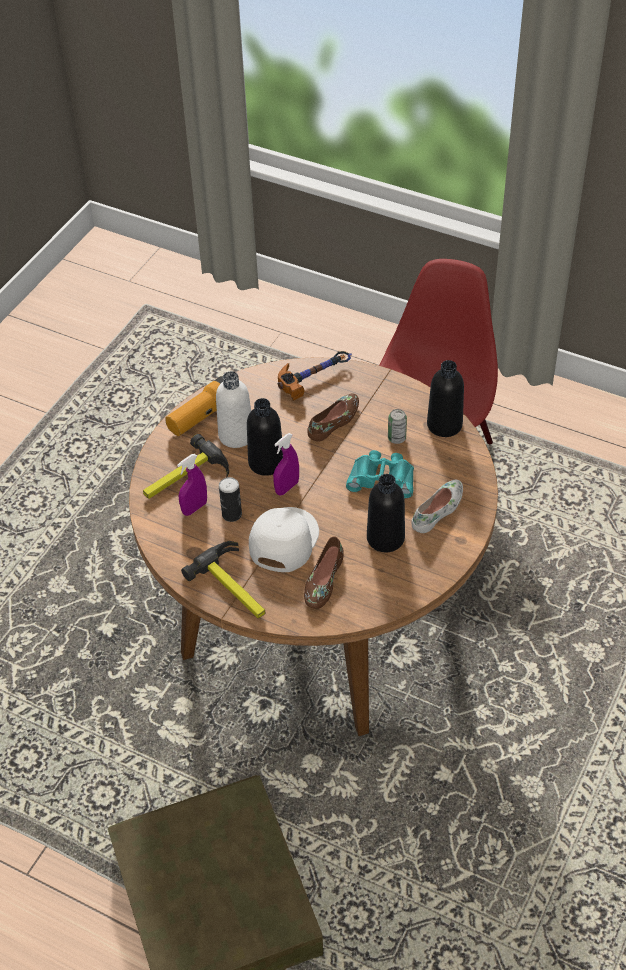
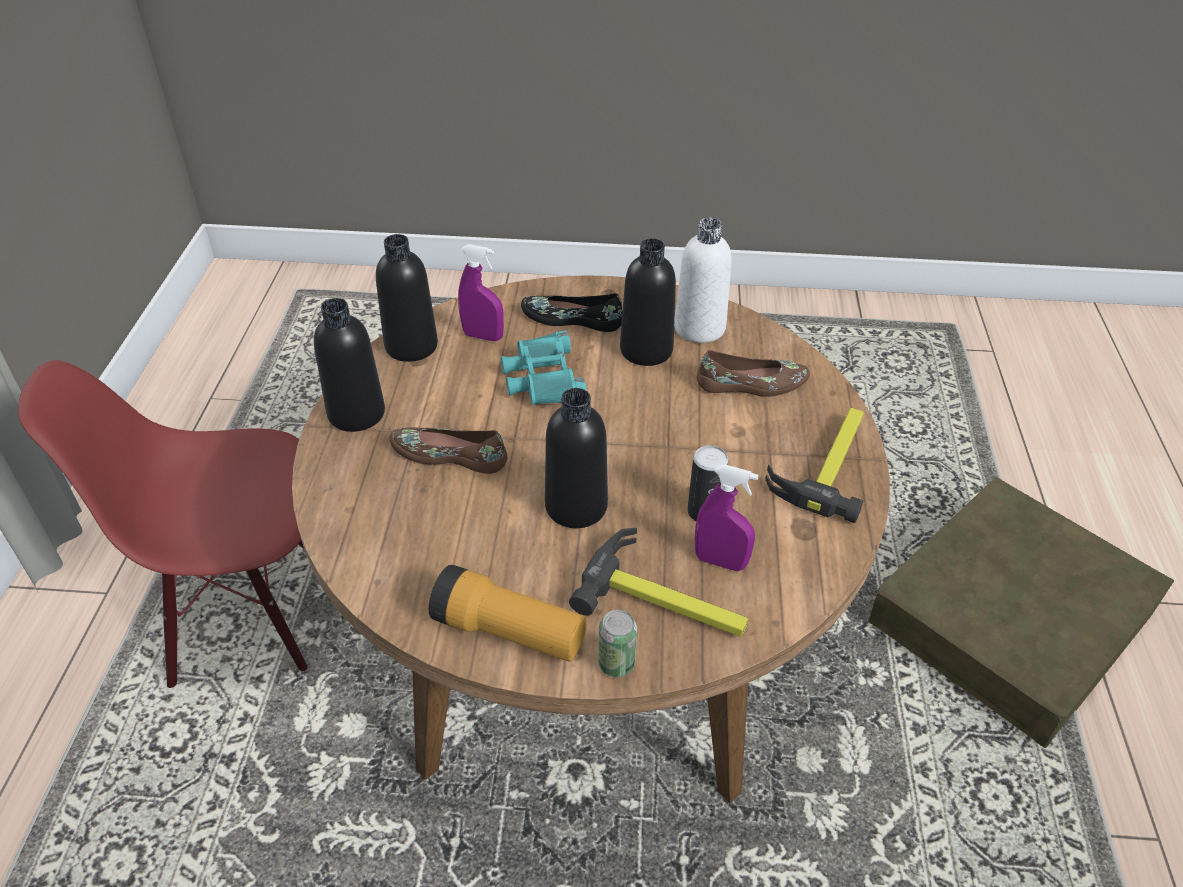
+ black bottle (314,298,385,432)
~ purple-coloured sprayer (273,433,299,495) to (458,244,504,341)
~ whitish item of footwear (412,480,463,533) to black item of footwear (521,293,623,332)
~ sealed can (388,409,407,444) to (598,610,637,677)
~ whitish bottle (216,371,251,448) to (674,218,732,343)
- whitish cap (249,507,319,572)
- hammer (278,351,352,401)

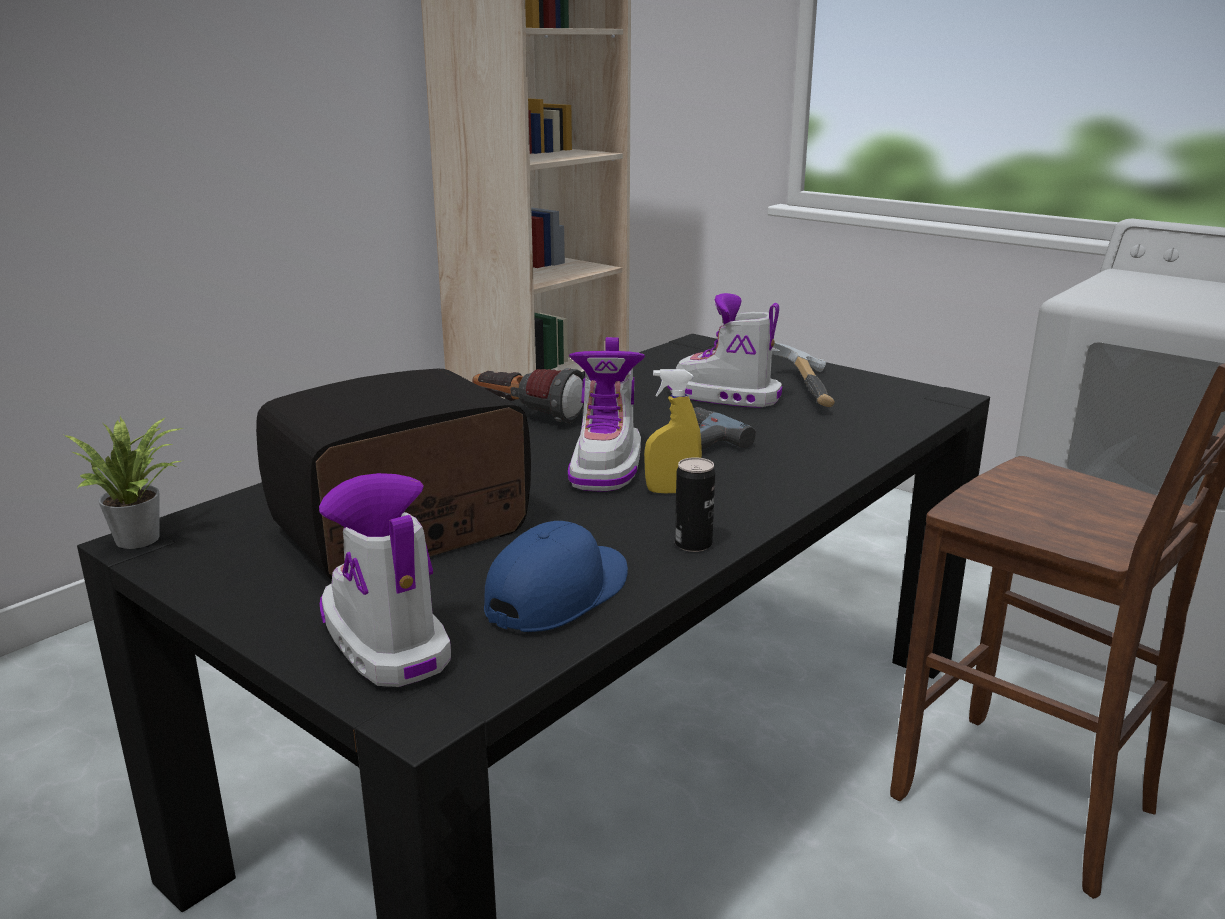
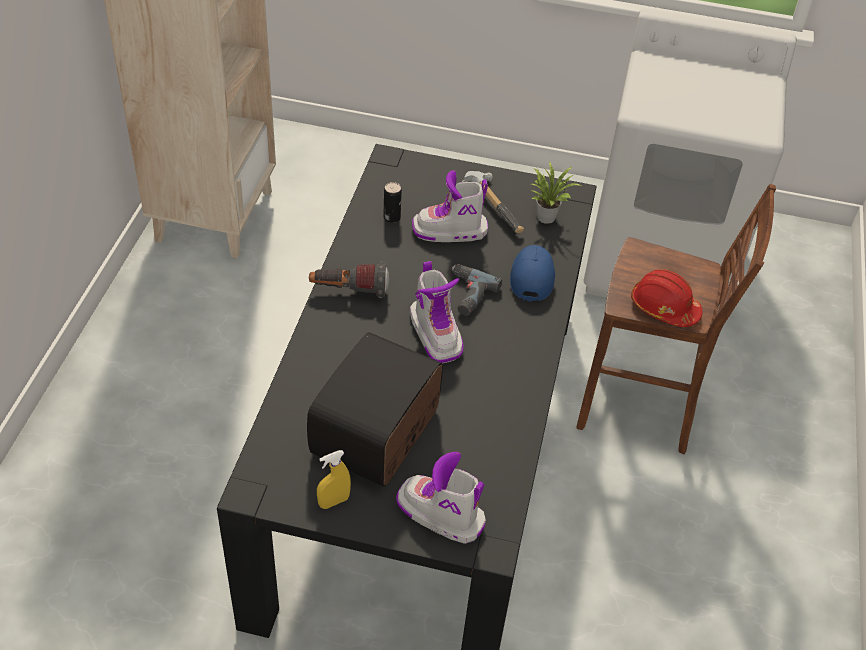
~ yellowish sprayer (644,369,702,493) to (317,450,351,509)
~ sealed can (675,457,715,552) to (383,182,402,223)
~ blue cap (484,521,628,632) to (510,245,555,301)
~ houseplant (64,417,183,549) to (531,161,580,224)
+ red safety helmet (631,269,702,327)

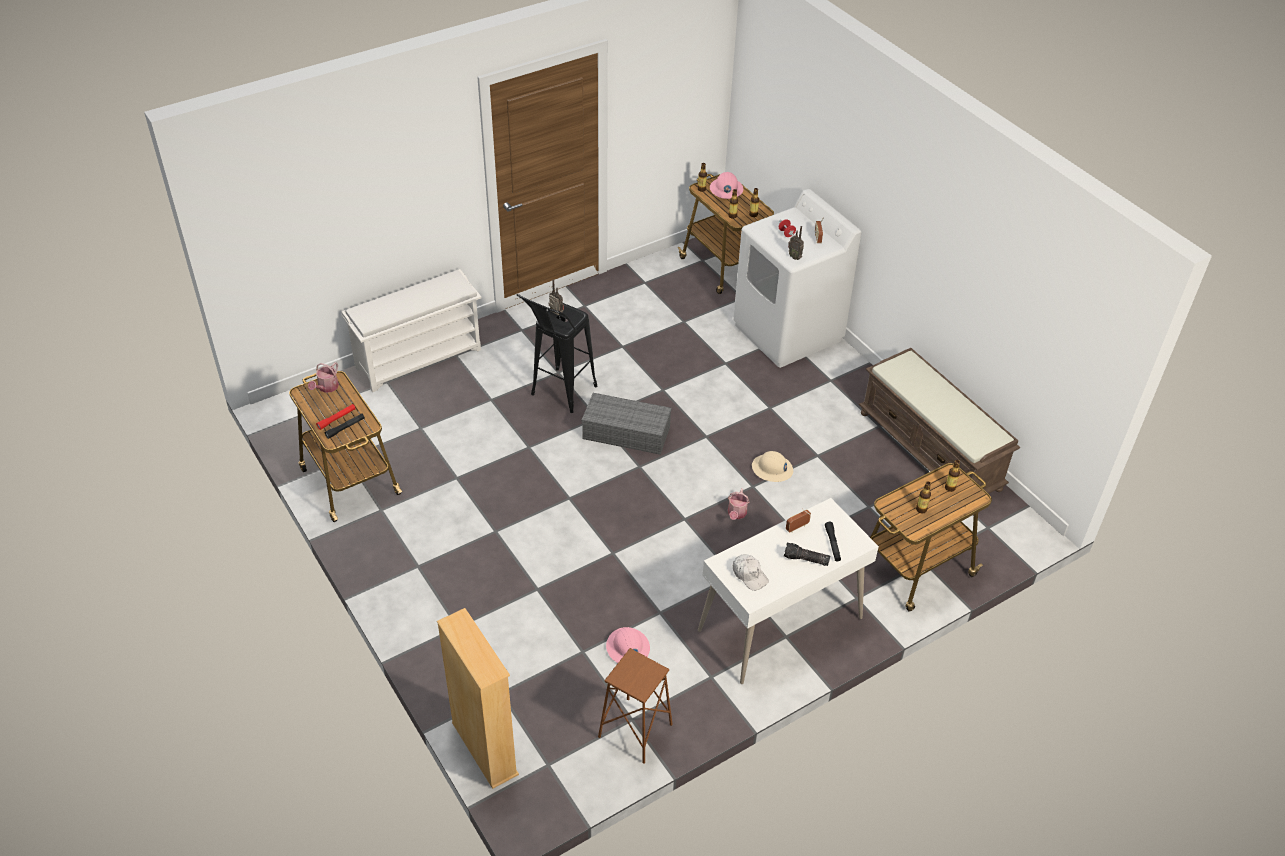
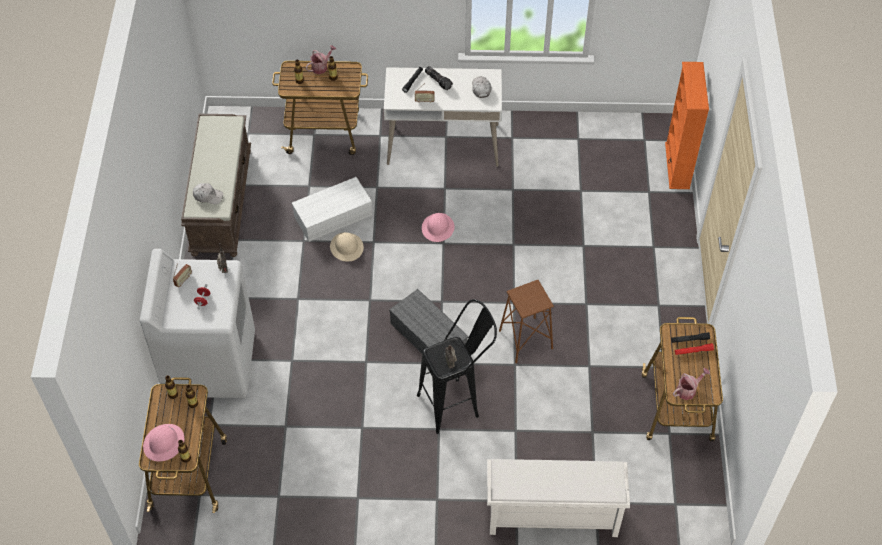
+ whitish cap (193,183,223,204)
+ whitish storage box (292,177,372,242)
~ sprinkling can (728,488,749,520) to (306,45,336,74)
~ pinkish safety helmet (606,627,650,663) to (422,213,455,242)
~ brown-coloured stool (598,648,673,764) to (499,280,554,363)
~ beige-coloured bookshelf (437,608,519,789) to orange-coloured bookshelf (665,62,709,189)

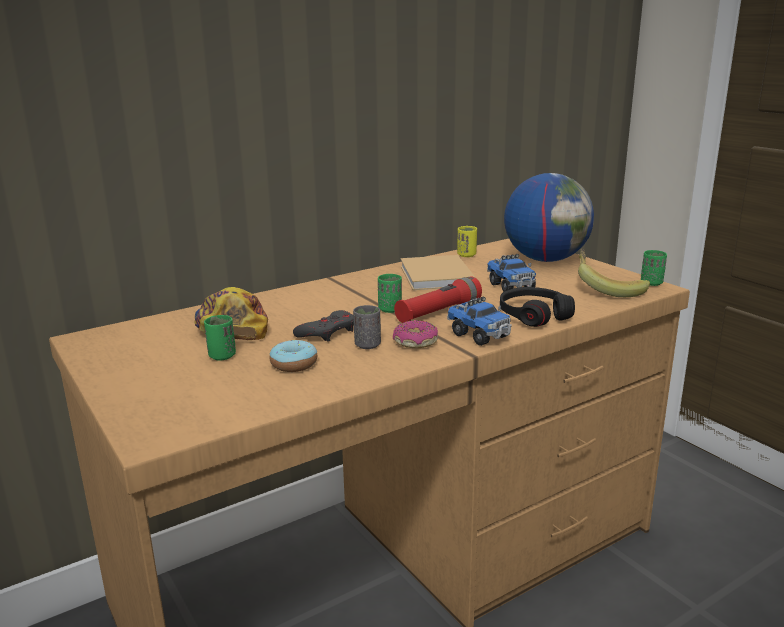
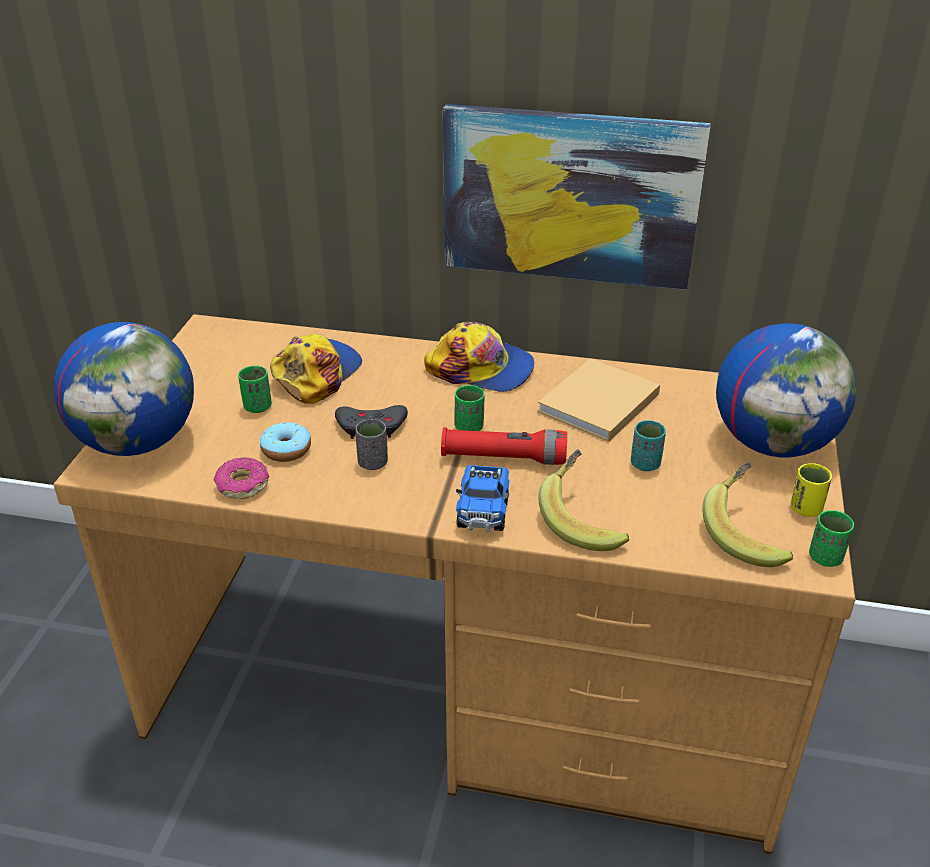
+ globe (53,322,194,456)
~ doughnut (393,320,438,348) to (214,458,269,499)
+ cap (424,322,534,392)
+ wall picture (443,104,711,290)
~ black headphones (500,287,575,327) to whole banana (539,449,629,551)
~ model truck (487,254,536,292) to blue-green cup (631,420,666,471)
~ yellowish cup (457,226,477,257) to (791,463,832,517)

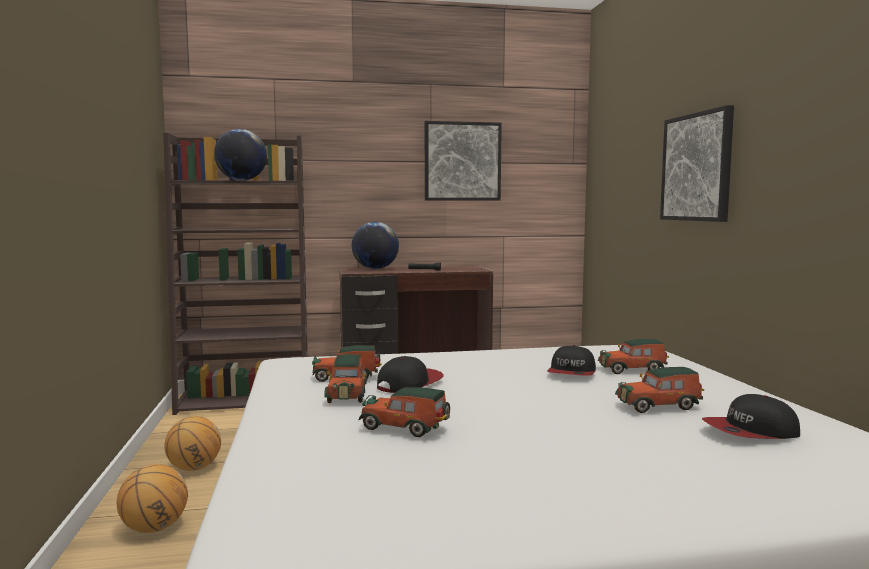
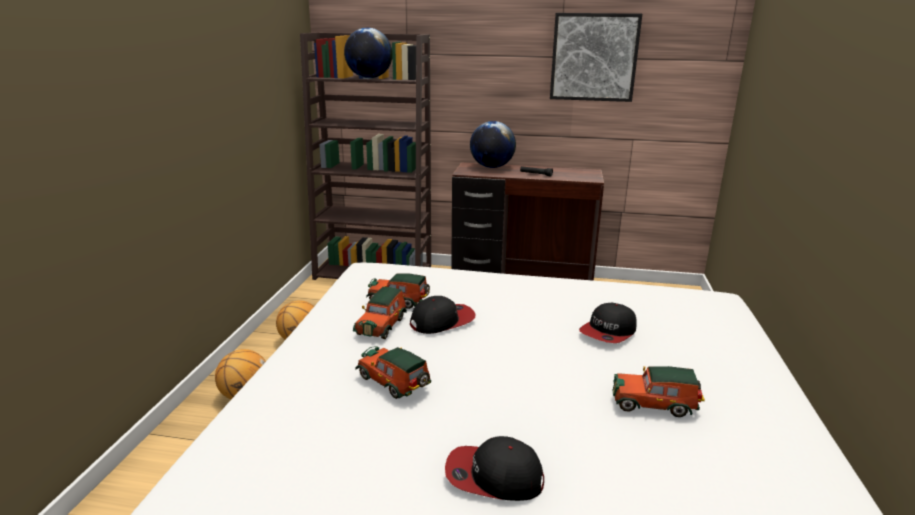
~ cap (702,394,800,439) to (445,436,544,501)
- model car (598,339,669,374)
- wall picture (660,105,734,222)

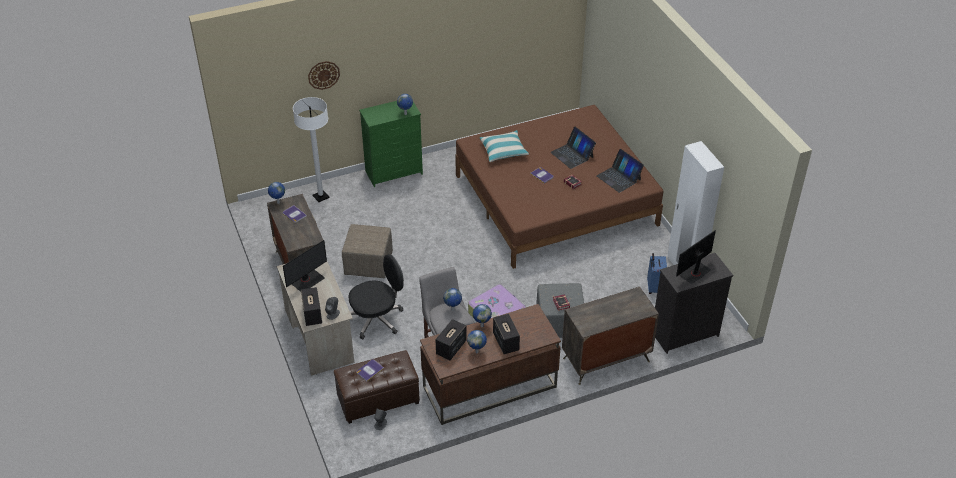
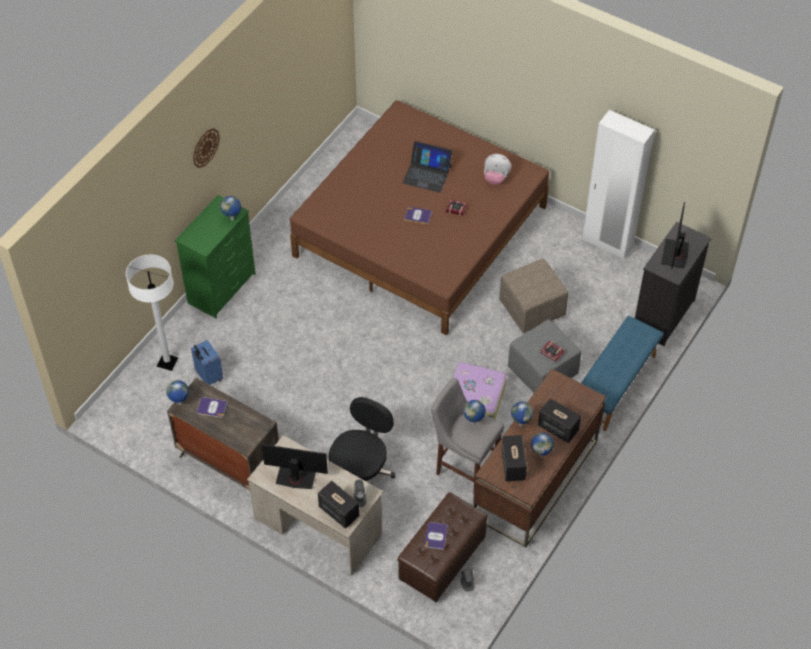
~ blue suitcase (647,253,667,294) to (191,340,223,385)
~ clock on the wall (308,61,340,90) to (193,128,220,168)
~ monitor (283,240,327,292) = (261,444,328,489) 90 degrees counterclockwise
~ notebook computer (597,149,644,193) to soft toy (484,154,511,185)
~ beige-coloured pouffe (342,224,393,279) to (499,259,568,333)
~ dresser (562,287,659,385) to blue long seat (581,316,664,431)
- throw pillow (480,130,529,162)

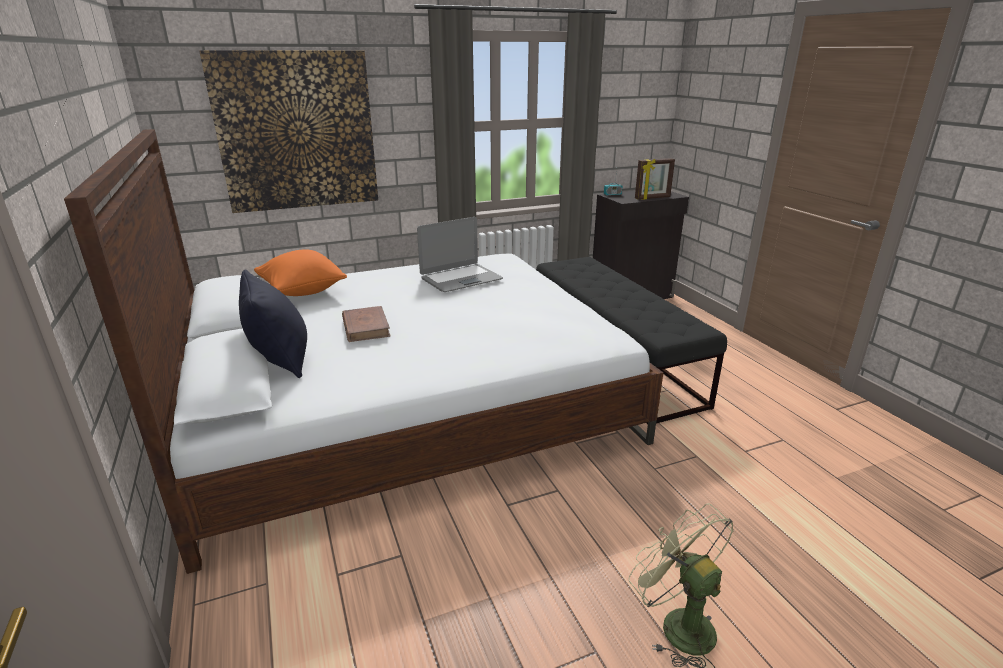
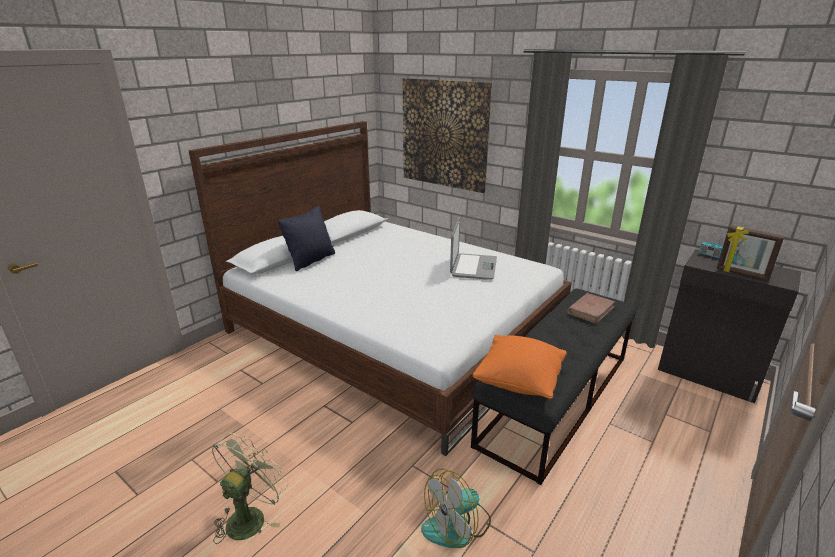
+ cooling fan (421,469,491,548)
~ notebook computer (417,217,503,292) = (450,217,497,279) 105 degrees counterclockwise
~ orange-coloured throw pillow (254,249,347,296) to (473,335,567,399)
~ brown-coloured bound book (342,306,391,342) to (567,293,615,324)

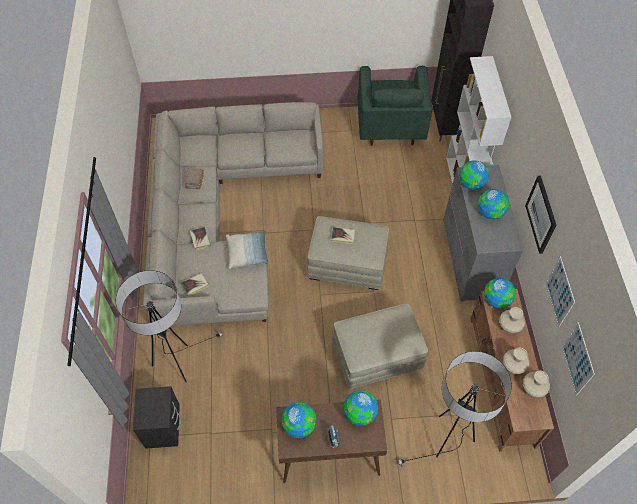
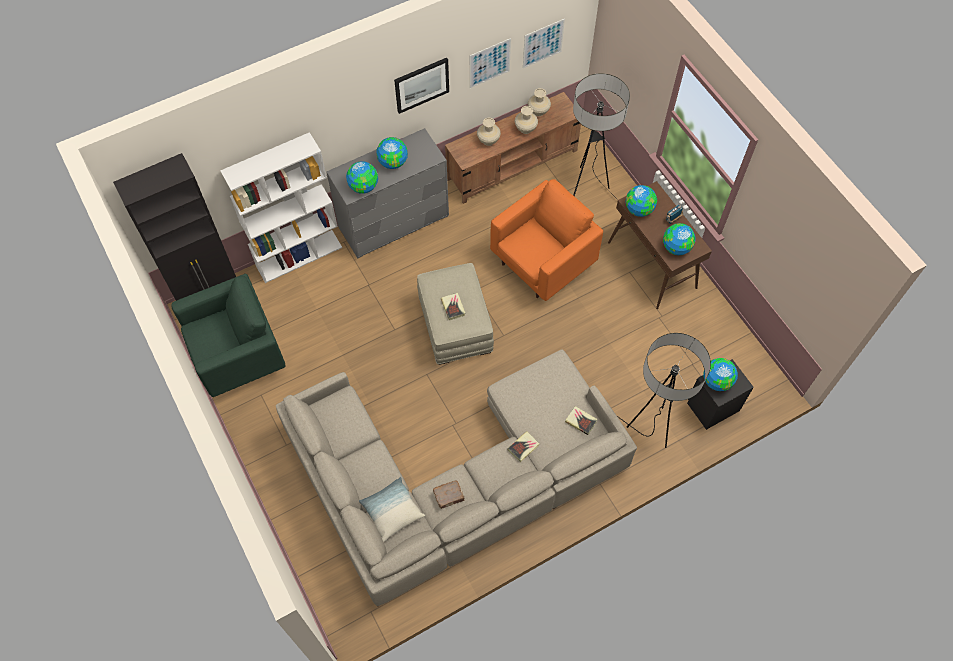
~ throw pillow (226,231,269,269) to (359,476,425,542)
~ beige-coloured pouffe (332,304,428,389) to orange-coloured easy chair (490,179,603,301)
~ globe (484,278,516,309) to (703,358,738,391)

